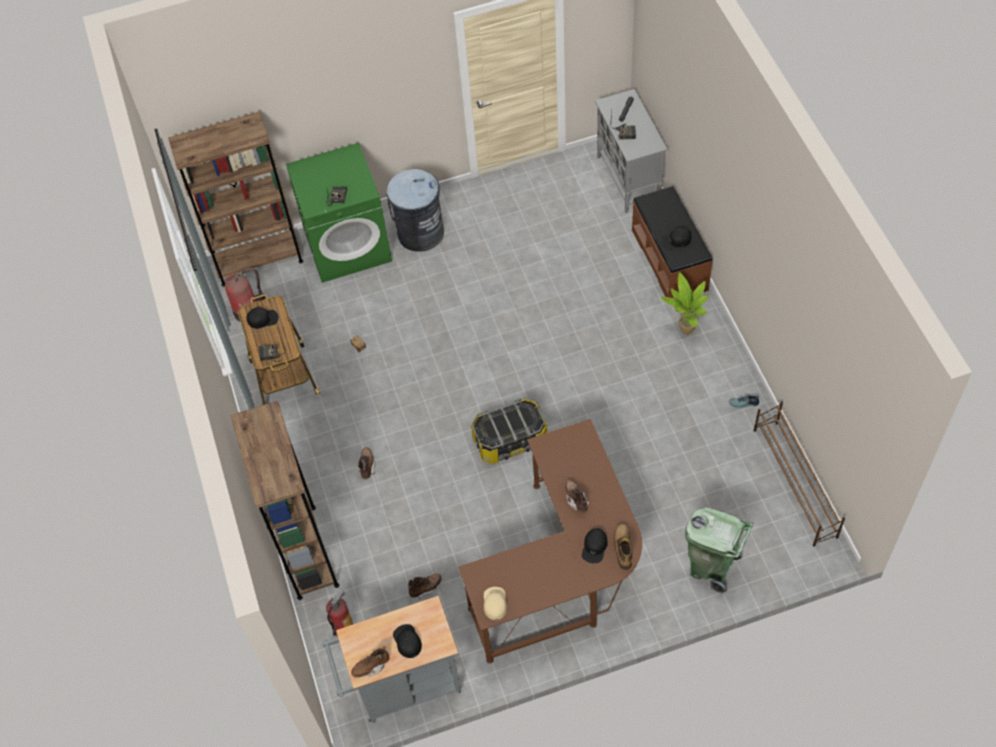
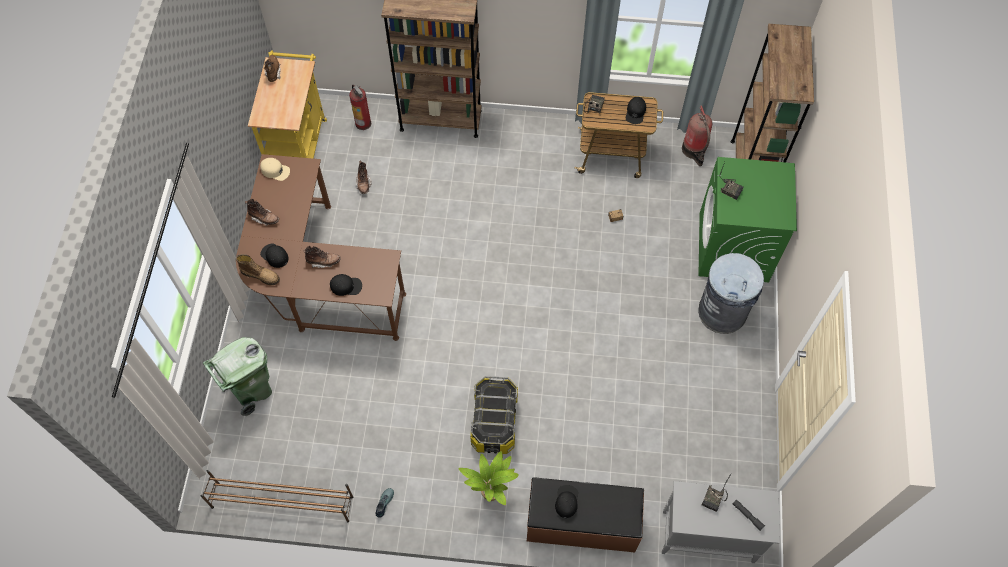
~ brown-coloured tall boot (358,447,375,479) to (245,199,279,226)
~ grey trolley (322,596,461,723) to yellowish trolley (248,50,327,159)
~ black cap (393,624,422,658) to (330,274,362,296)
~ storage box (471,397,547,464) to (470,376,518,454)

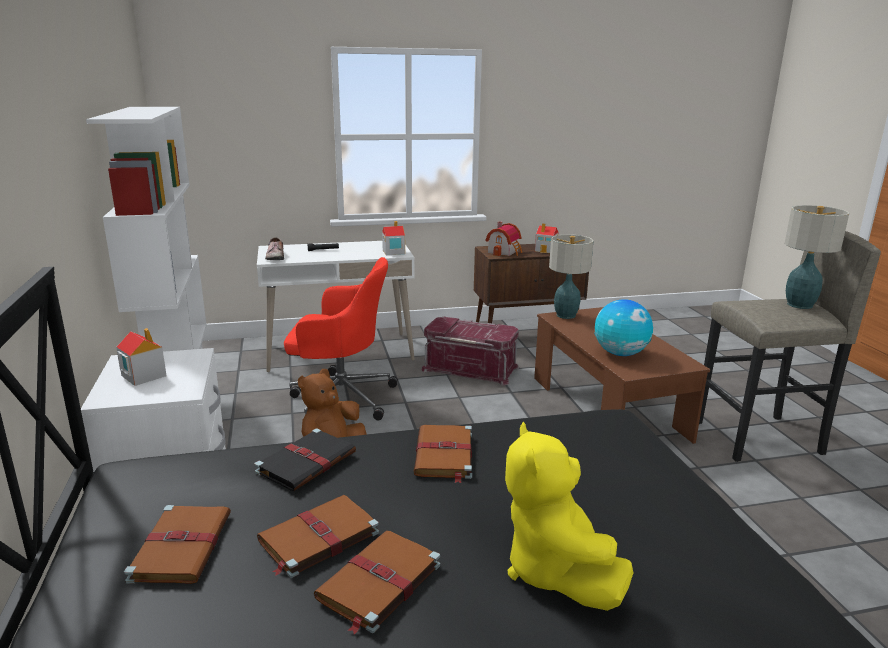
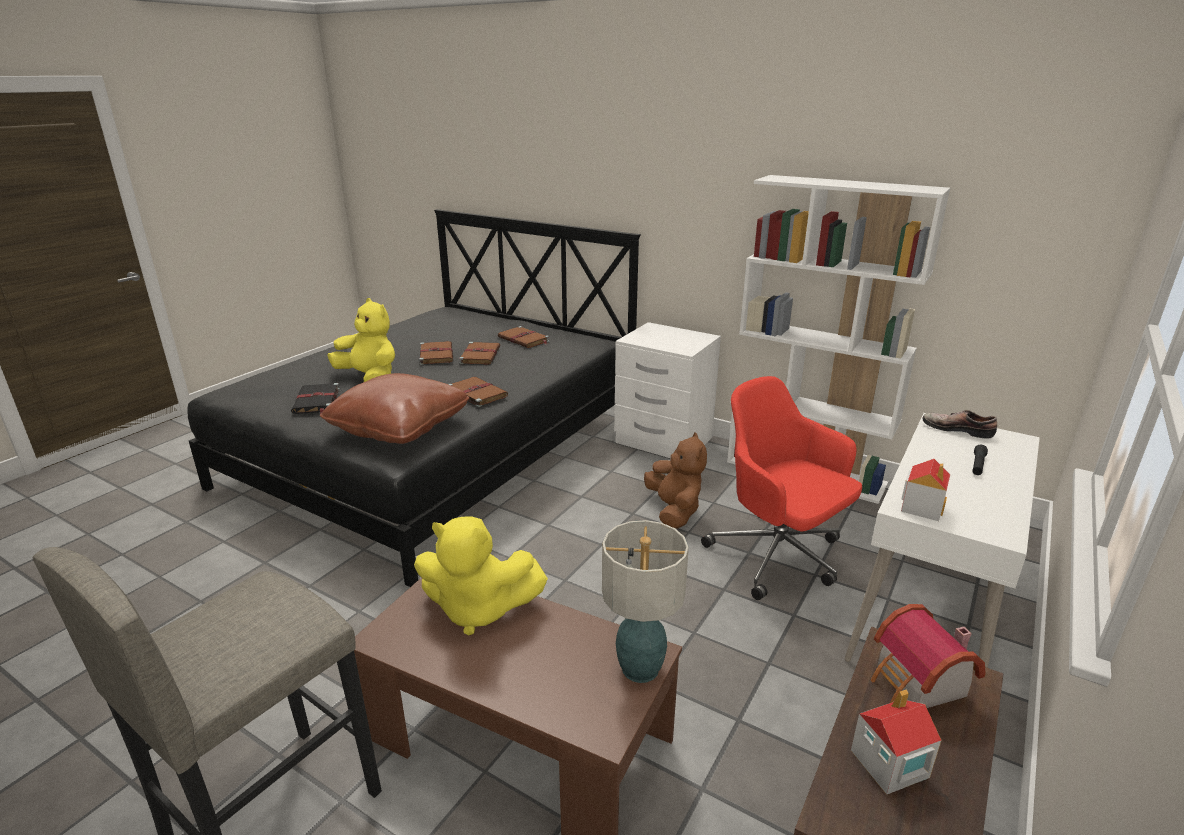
~ black bound book (254,429,356,491) to (291,383,340,414)
+ brown-coloured throw pillow (320,373,469,444)
~ globe (594,299,653,356) to yellowish soft toy (414,517,548,636)
~ red computer chair (284,257,398,420) = (701,376,862,600) 90 degrees clockwise
- model house (117,328,167,386)
- red storage box (421,317,519,385)
- tabletop lamp (784,205,849,309)

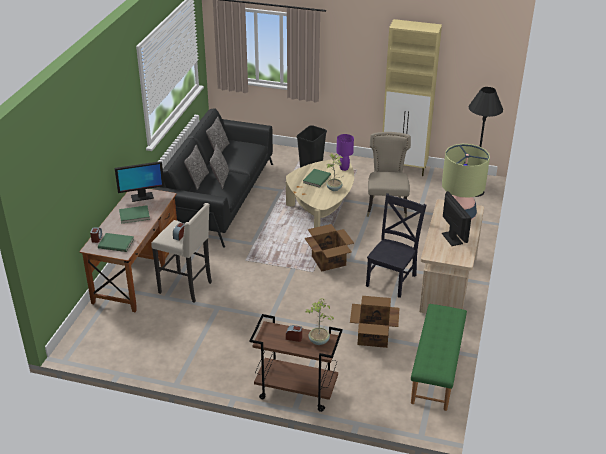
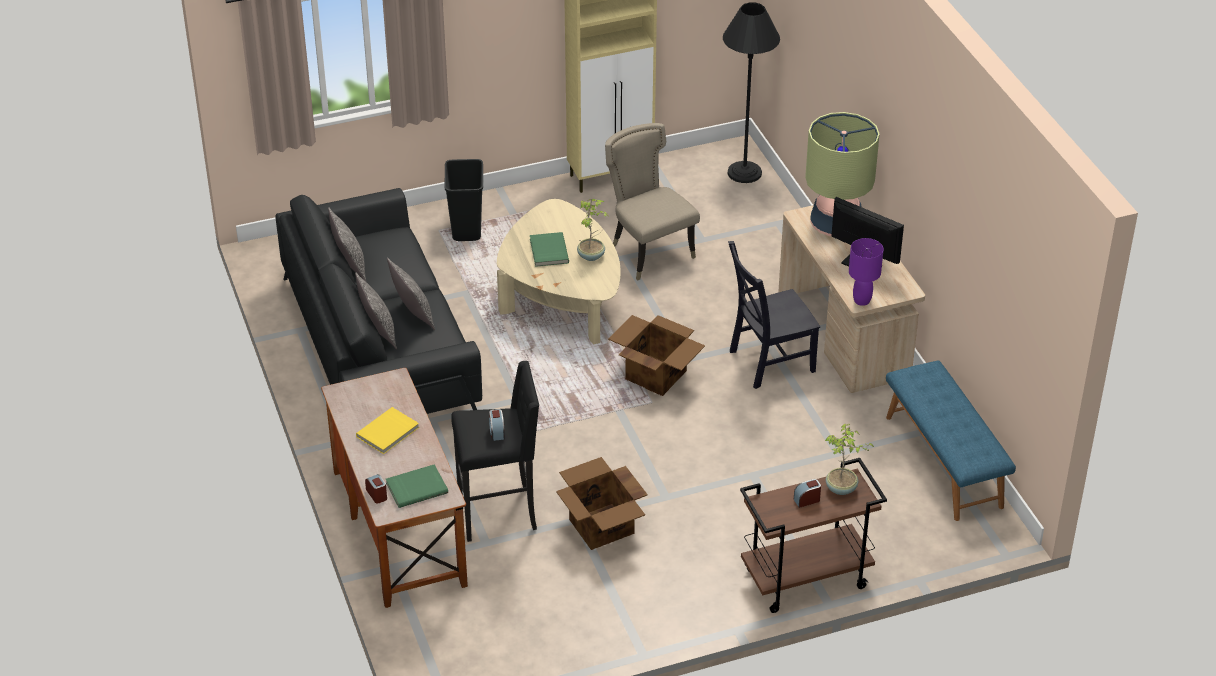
~ greenish bound book (119,205,150,224) to yellowish bound book (356,407,419,454)
~ beige-coloured stool (151,203,212,303) to black stool (451,361,539,542)
~ cardboard box (350,296,400,348) to (556,457,648,550)
~ black upright chair (366,193,426,298) = (728,241,820,389) 105 degrees counterclockwise
~ purple-coloured tabletop lamp (337,134,354,171) to (849,238,884,306)
~ greenish long seat (411,304,467,411) to blue long seat (886,361,1016,521)
- monitor (115,161,164,202)

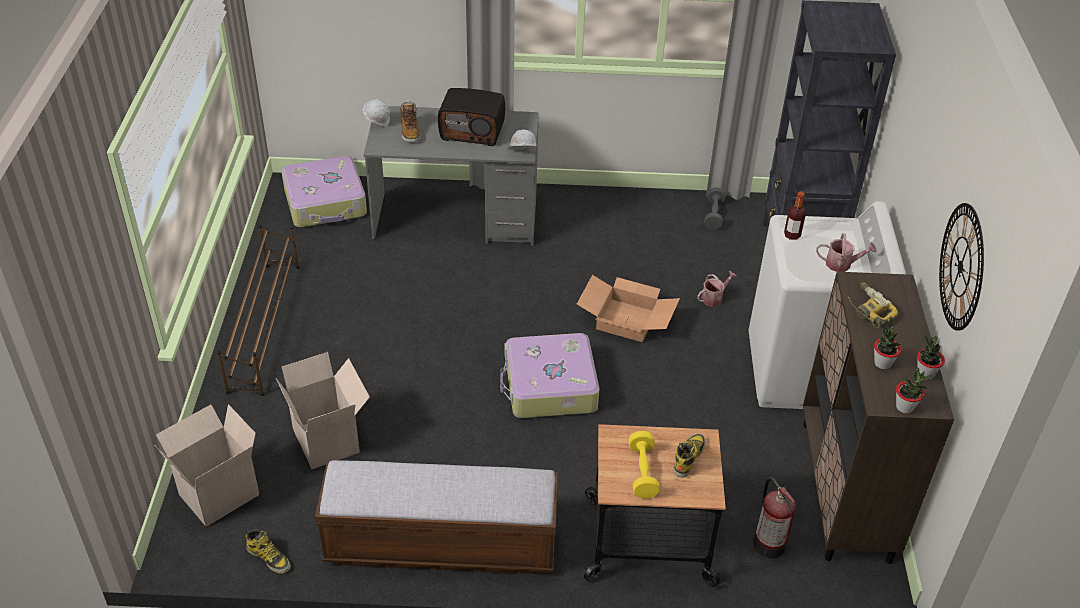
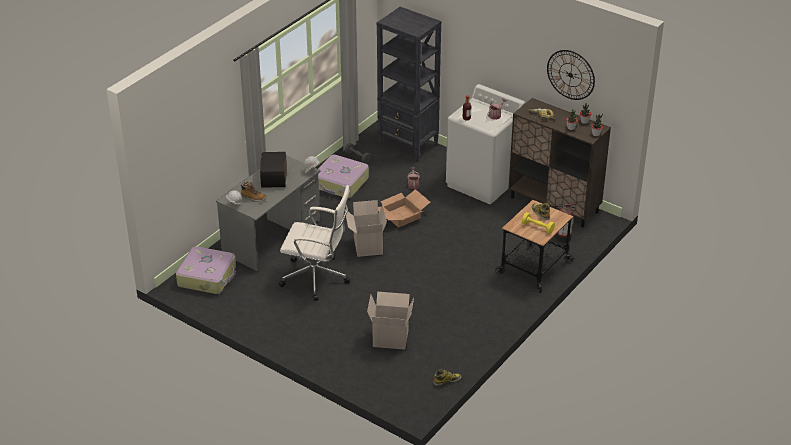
~ radio set (438,88,505,146) = (260,152,287,187) 135 degrees clockwise
+ whitish computer chair (279,185,350,301)
~ suitcase (500,333,599,418) to (318,155,369,198)
~ cardboard box (155,404,259,527) to (345,200,387,257)
- brown-coloured shoe shelf (217,225,300,396)
- long seat (315,460,558,574)

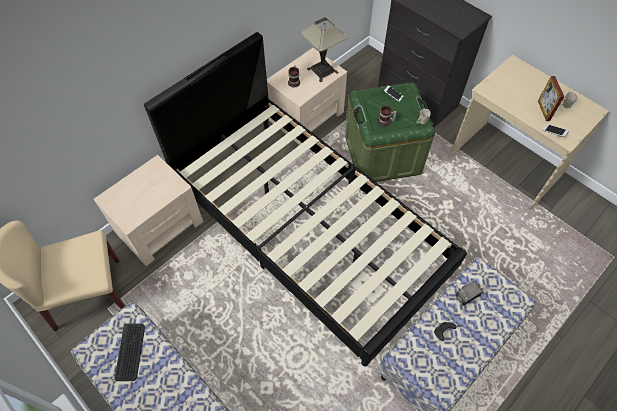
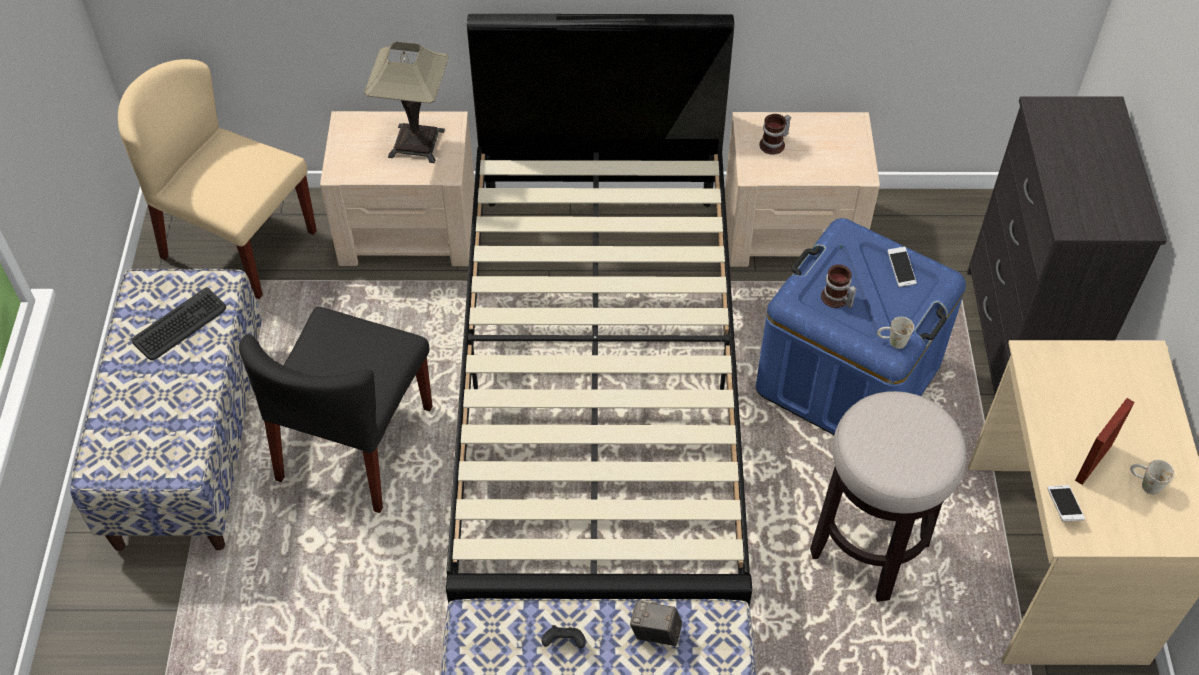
+ black upright chair (239,307,433,513)
~ tabletop lamp (300,17,347,82) to (364,41,449,163)
~ greenish storage box (345,82,435,182) to blue storage box (756,218,966,435)
+ stool (810,391,967,602)

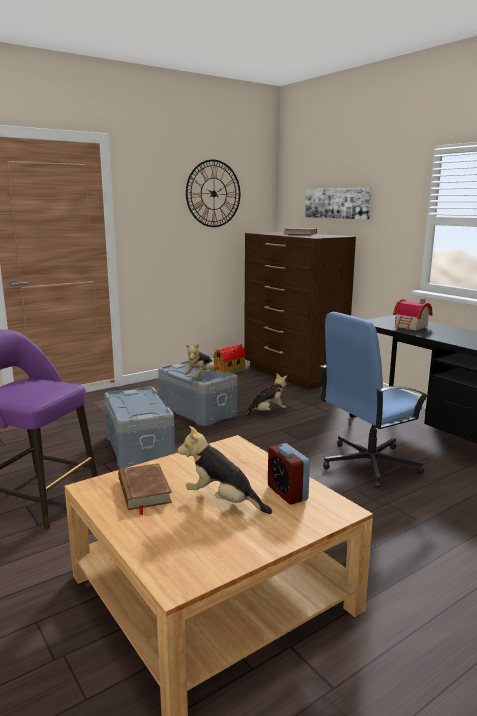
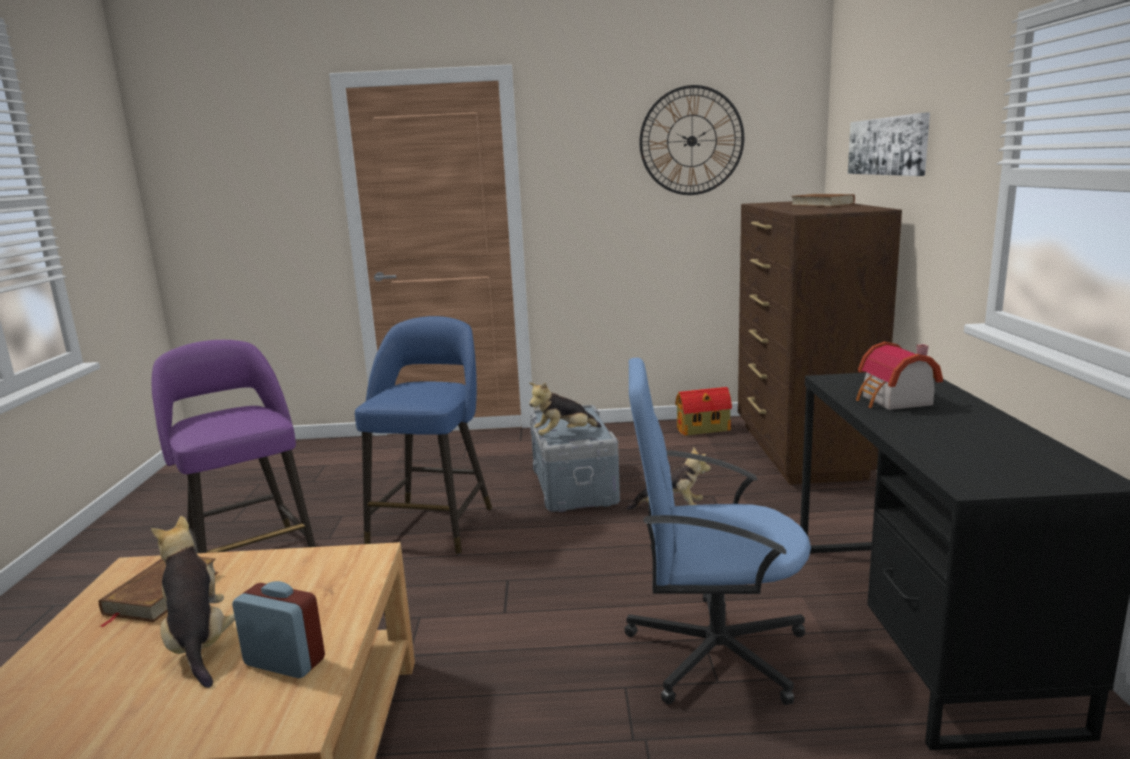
~ alarm clock (268,443,310,505) = (232,581,325,678) 105 degrees clockwise
~ grey storage box (104,387,175,469) to blue stool (355,316,492,554)

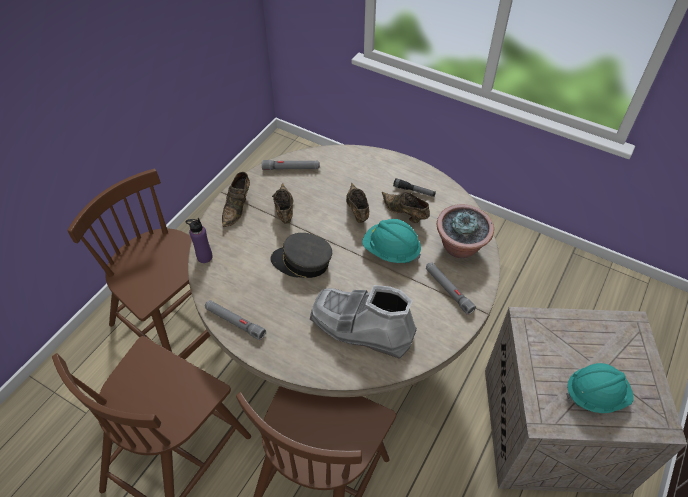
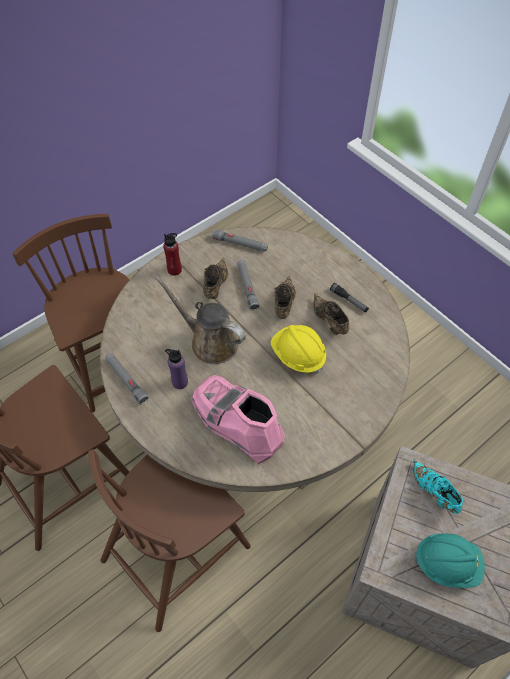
~ grey cap (271,233,332,278) to brown-coloured sprinkling can (155,276,246,364)
~ brown-coloured item of footwear (222,172,250,227) to red bottle (163,233,182,276)
~ purple-coloured bottle (186,218,213,263) to (165,349,188,389)
~ grey tall boot (310,285,417,359) to pinkish tall boot (190,375,285,464)
~ grey torch (426,263,476,315) to (237,260,260,310)
~ blue-green safety helmet (362,219,421,263) to yellowish safety helmet (271,325,326,374)
+ blue-green item of footwear (414,459,463,514)
- houseplant (437,204,494,258)

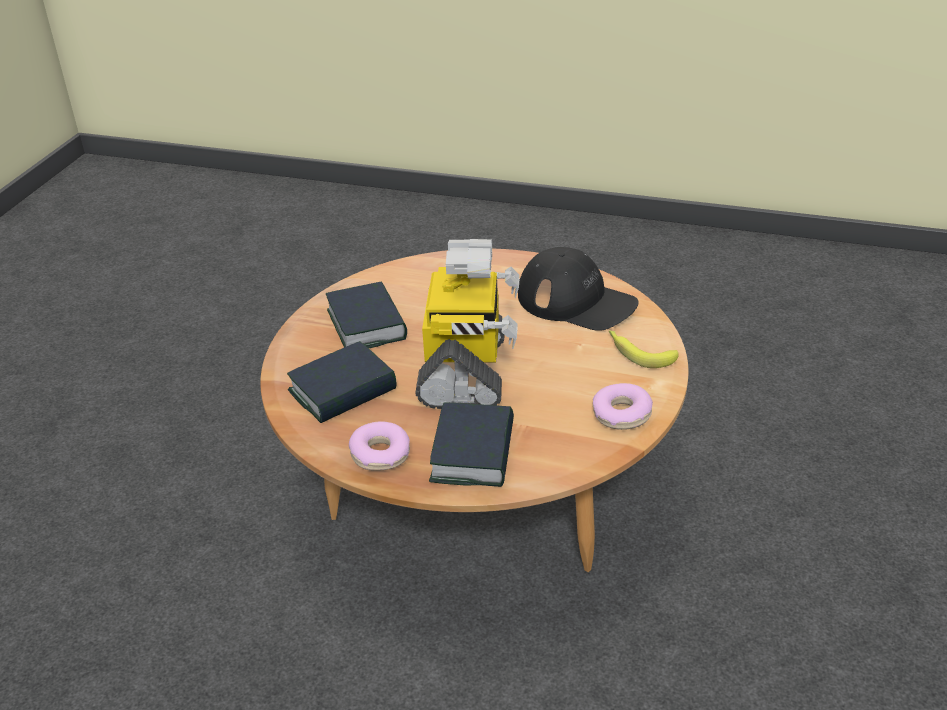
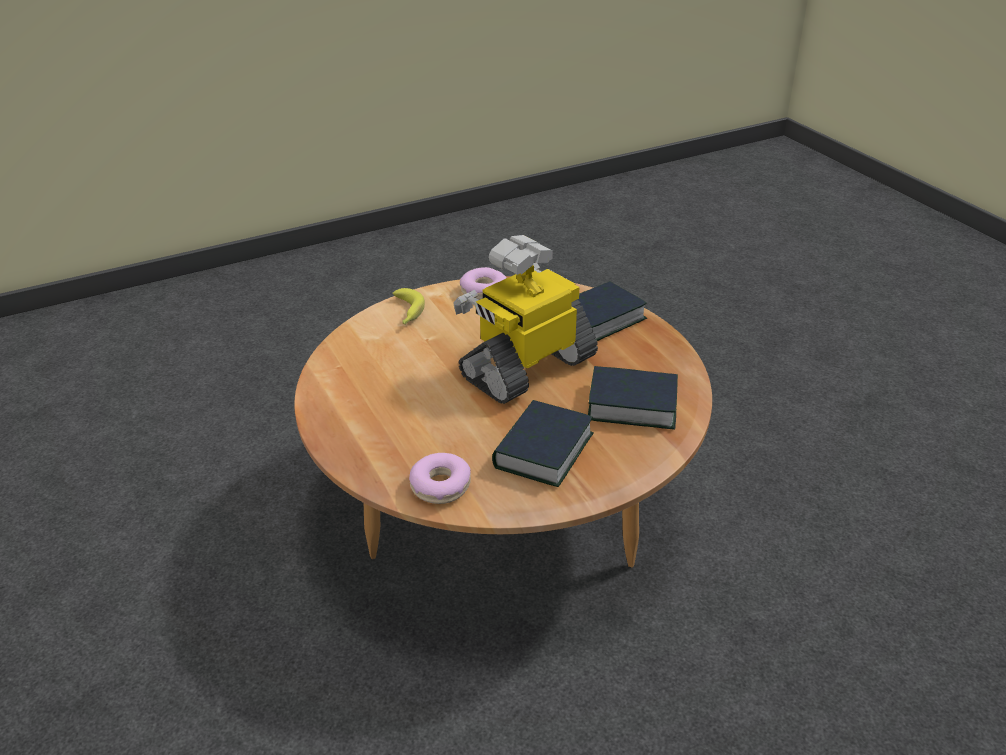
~ doughnut (349,421,410,471) to (409,453,471,504)
- black cap (518,247,639,331)

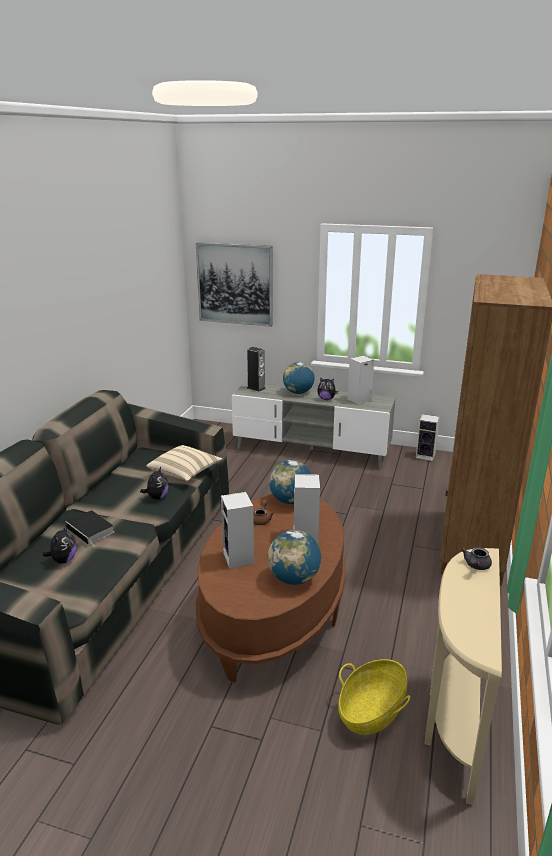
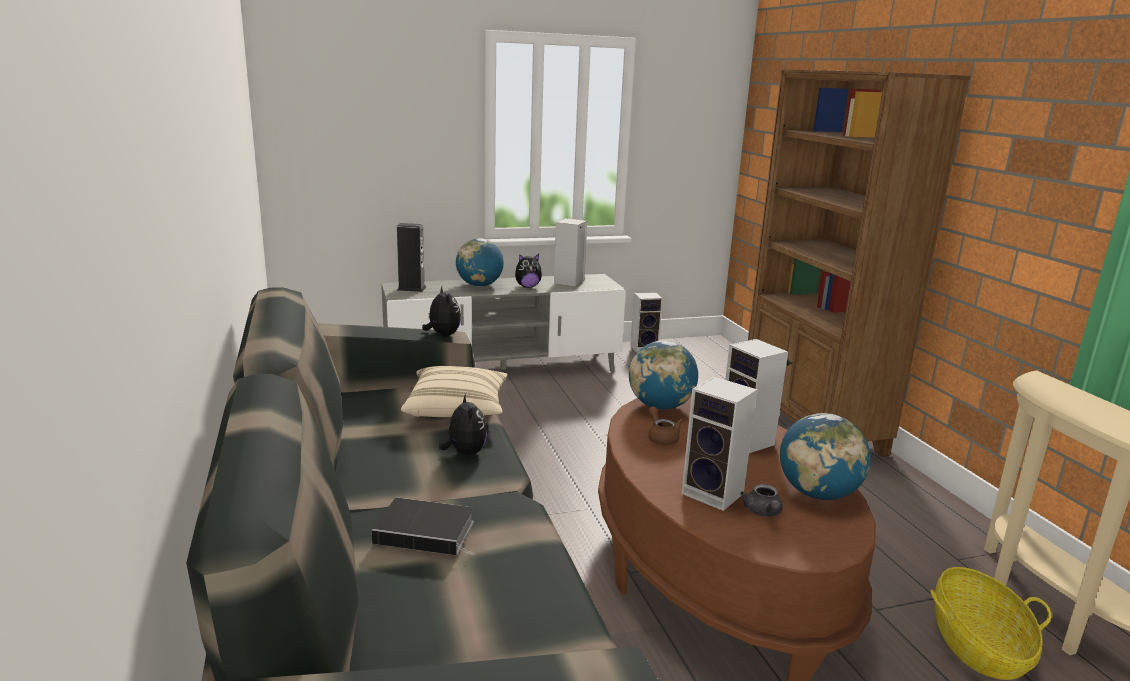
~ soft toy (43,524,77,563) to (422,287,461,336)
~ grey tea pot (461,547,492,570) to (740,484,783,517)
- wall picture (196,242,273,327)

